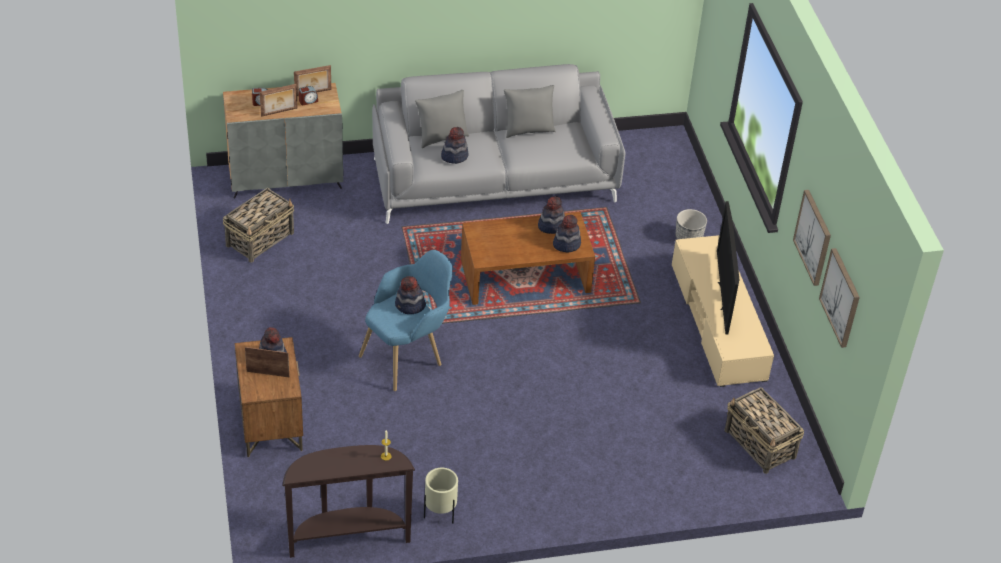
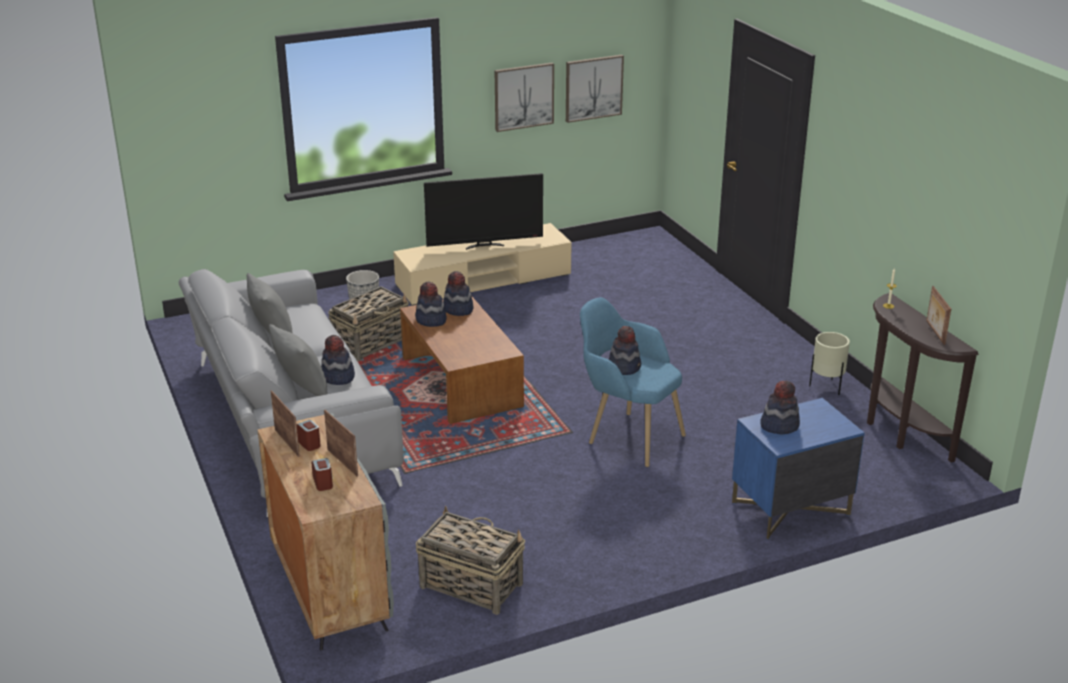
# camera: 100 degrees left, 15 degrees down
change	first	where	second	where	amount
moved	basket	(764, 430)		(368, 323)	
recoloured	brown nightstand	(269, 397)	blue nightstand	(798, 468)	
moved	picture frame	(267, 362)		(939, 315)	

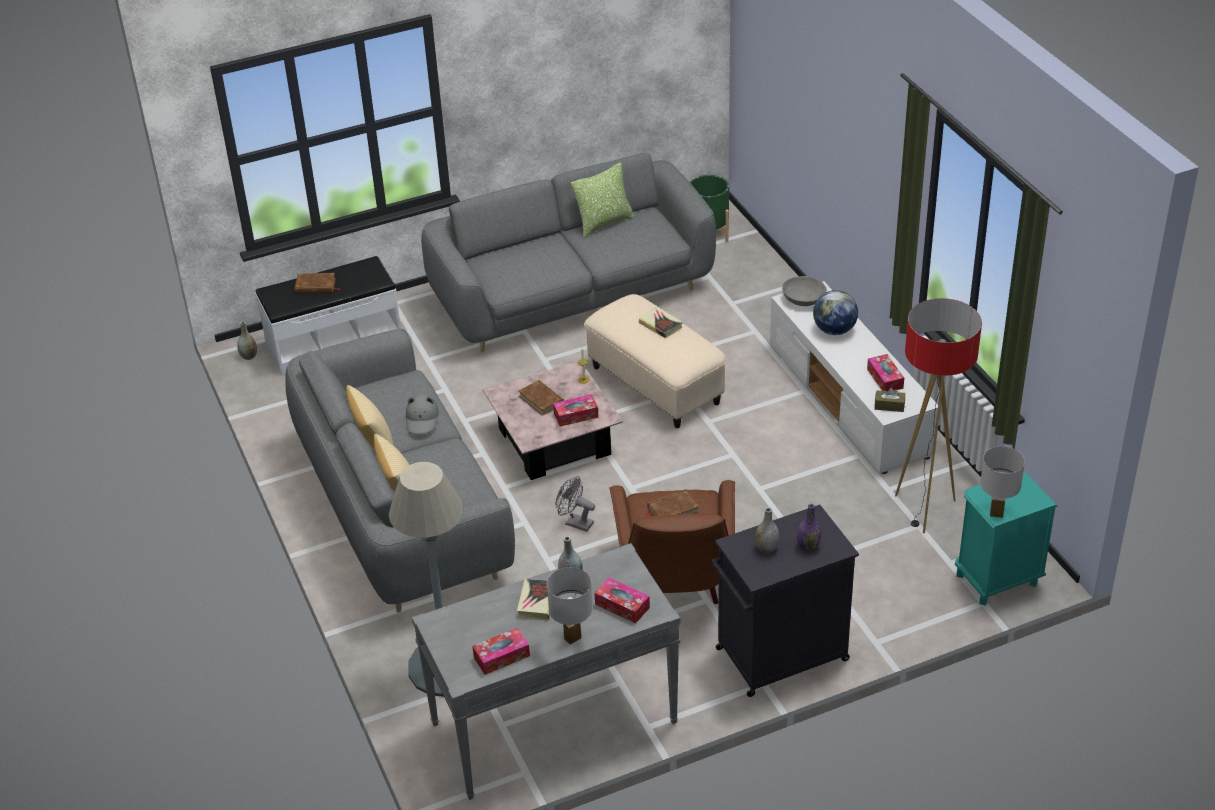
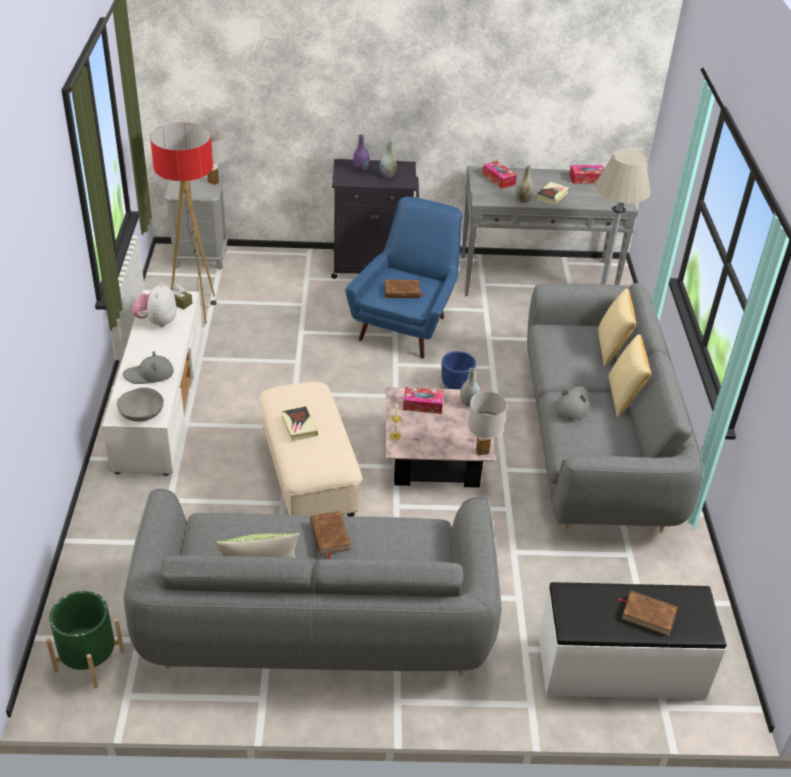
# camera: 160 degrees left, 0 degrees up
change	first	where	second	where	amount
replaced	globe	(835, 312)	grey hat	(148, 367)	
replaced	tissue box	(885, 372)	plush toy	(154, 305)	
recoloured	turquoise nightstand	(1006, 539)	grey nightstand	(196, 223)	
moved	brown book	(541, 398)		(330, 535)	
recoloured	brown armchair	(672, 542)	blue armchair	(403, 277)	
replaced	grey fan	(575, 504)	blue planter	(458, 370)	
moved	grey vase	(247, 340)		(470, 387)	
moved	white table lamp	(570, 606)		(487, 423)	

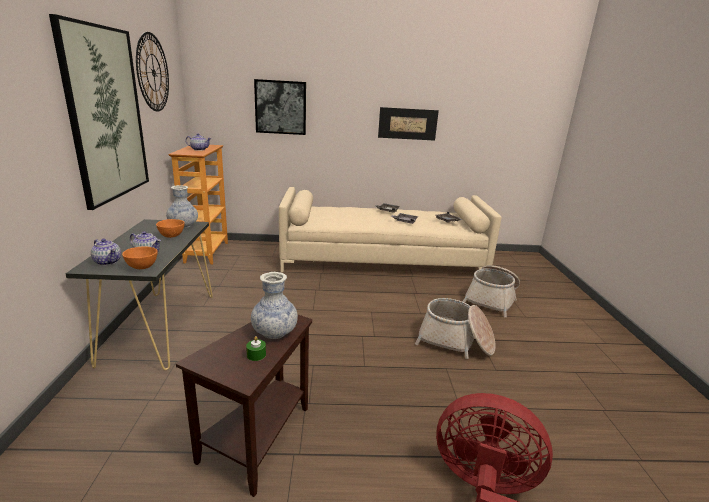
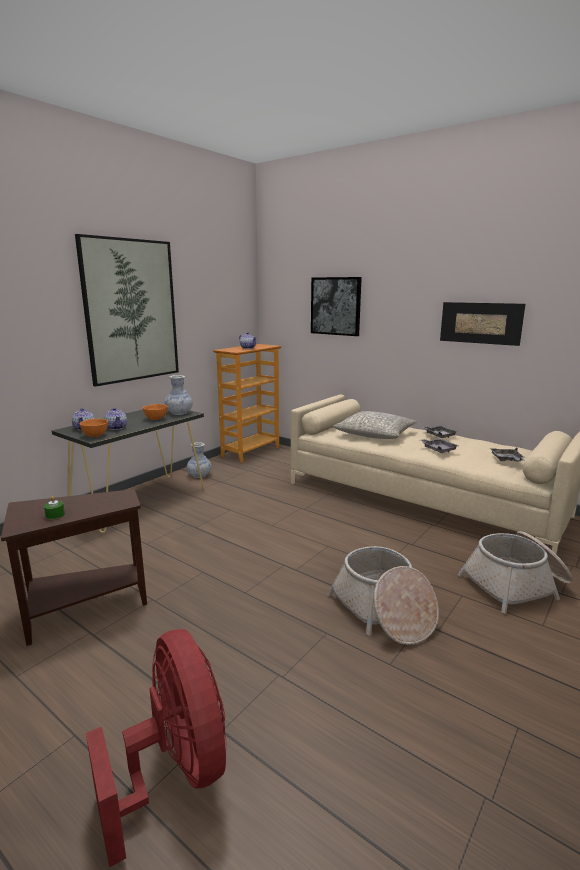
# camera: 40 degrees right, 5 degrees down
change	first	where	second	where	amount
moved	vase	(274, 305)		(199, 460)	
added			grey pillow	(375, 425)	
removed	wall clock	(152, 72)			

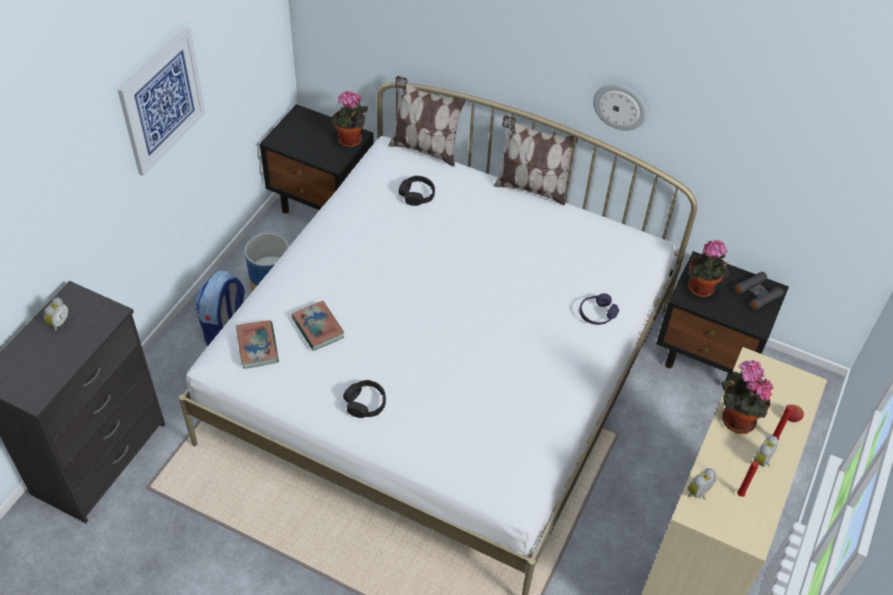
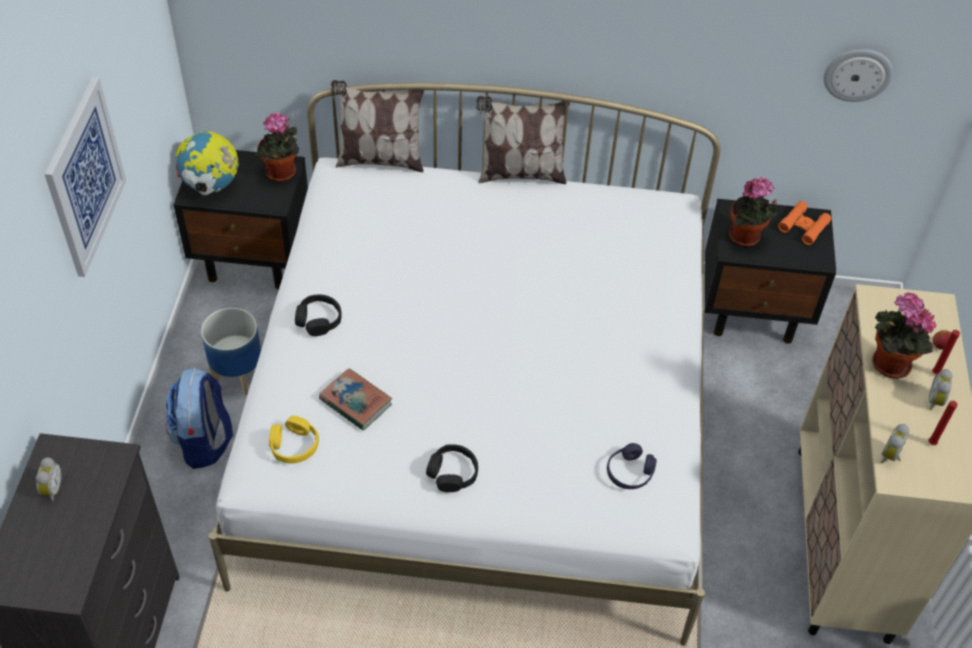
# camera: 20 degrees left, 0 degrees up
change	first	where	second	where	amount
added			globe	(207, 163)	
replaced	book	(257, 344)	yellow headphones	(294, 440)	
moved	black headphones	(416, 191)		(318, 315)	
moved	purple headphones	(599, 309)		(632, 466)	
recoloured	black binoculars	(759, 291)	orange binoculars	(804, 223)	
moved	wall clock	(620, 107)		(858, 75)	

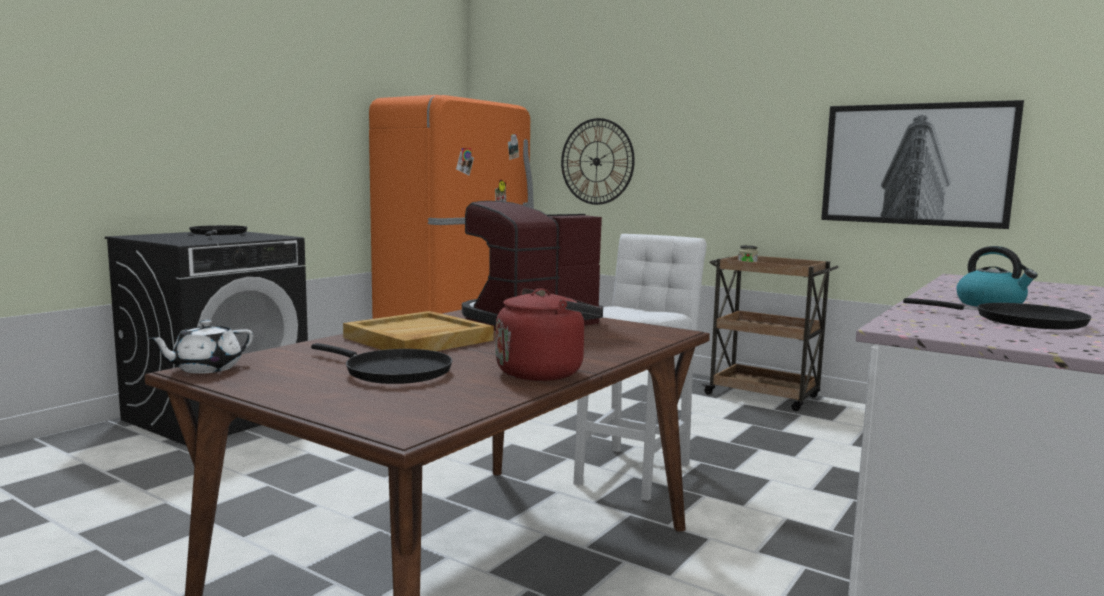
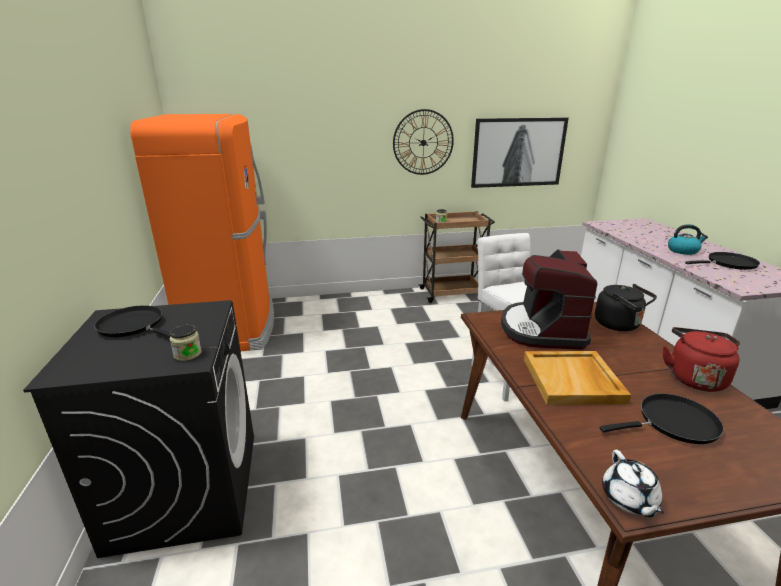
# camera: 45 degrees left, 15 degrees up
change	first	where	second	where	amount
added			jar	(185, 343)	
moved	wall clock	(598, 161)		(423, 142)	
added			black kettle	(626, 307)	

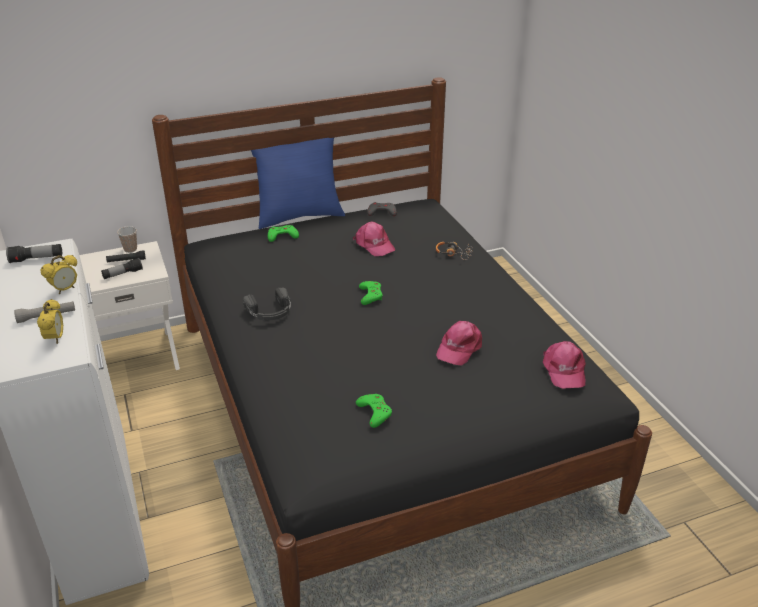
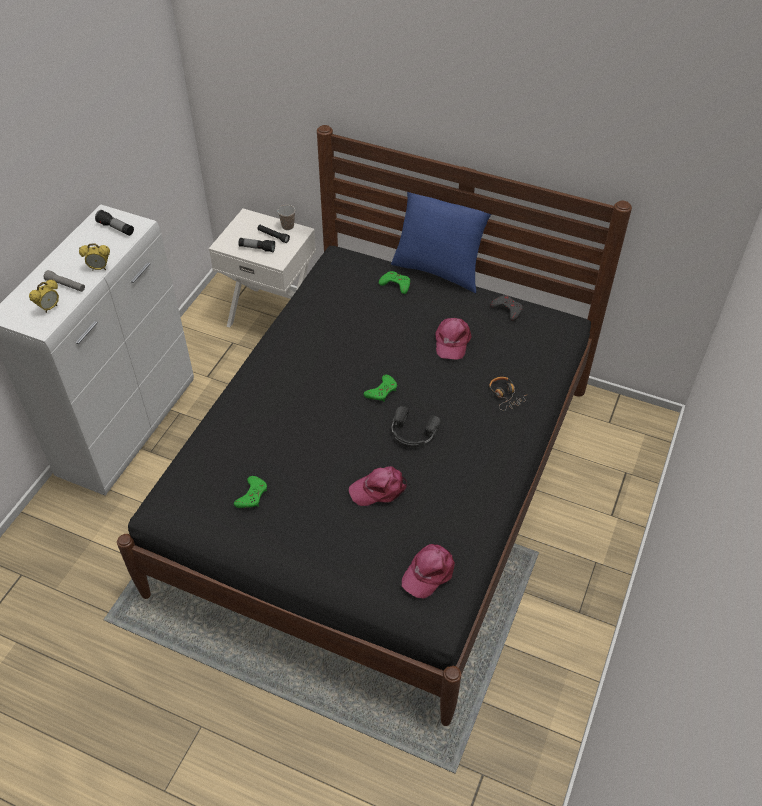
# camera: 45 degrees right, 15 degrees up
change	first	where	second	where	amount
moved	black headphones	(267, 304)		(416, 427)	

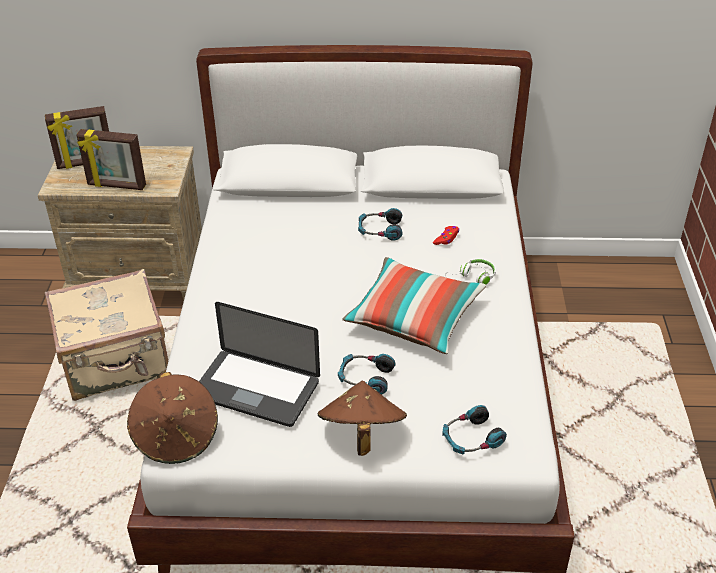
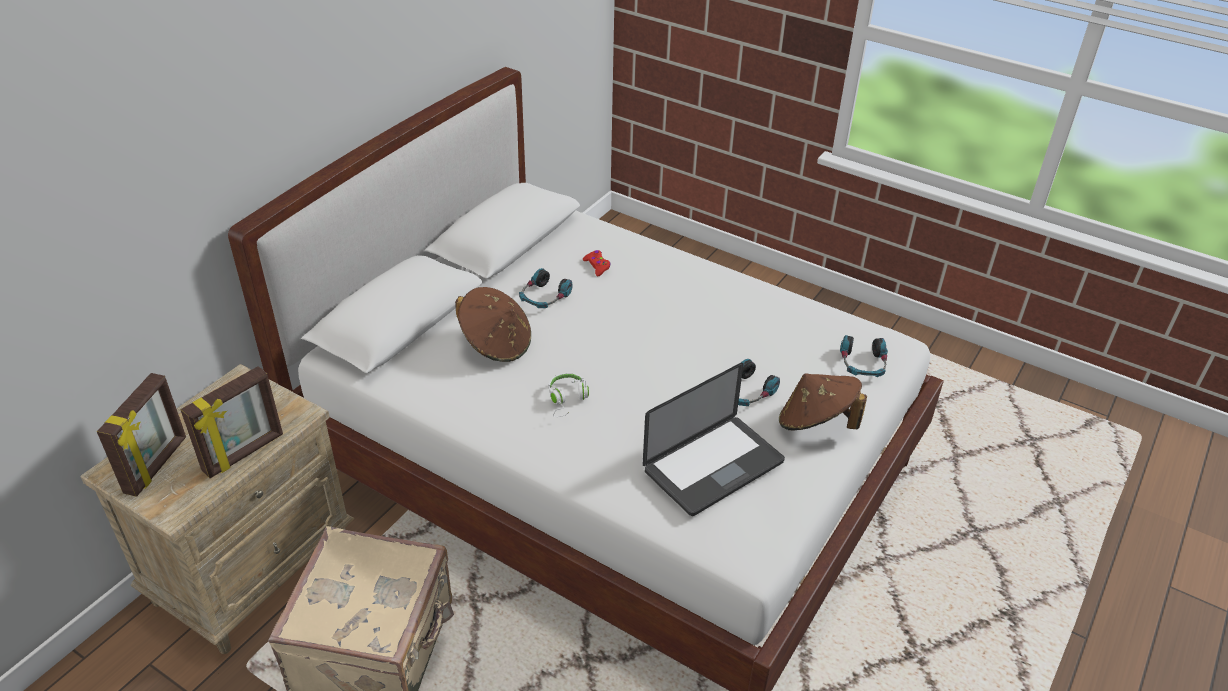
# camera: 60 degrees left, 0 degrees up
change	first	where	second	where	amount
moved	brown hat	(172, 418)		(493, 324)	
moved	white headphones	(470, 271)		(568, 395)	
removed	pillow	(414, 305)			

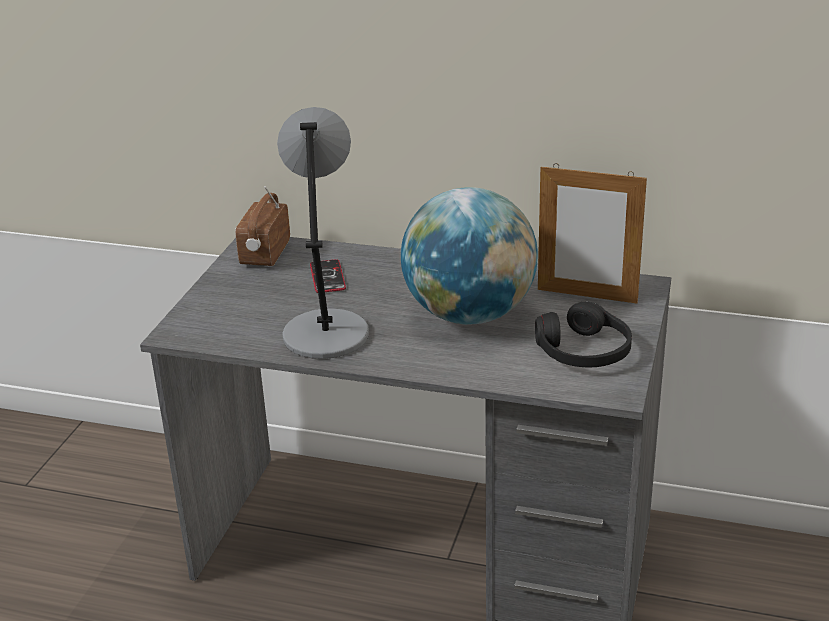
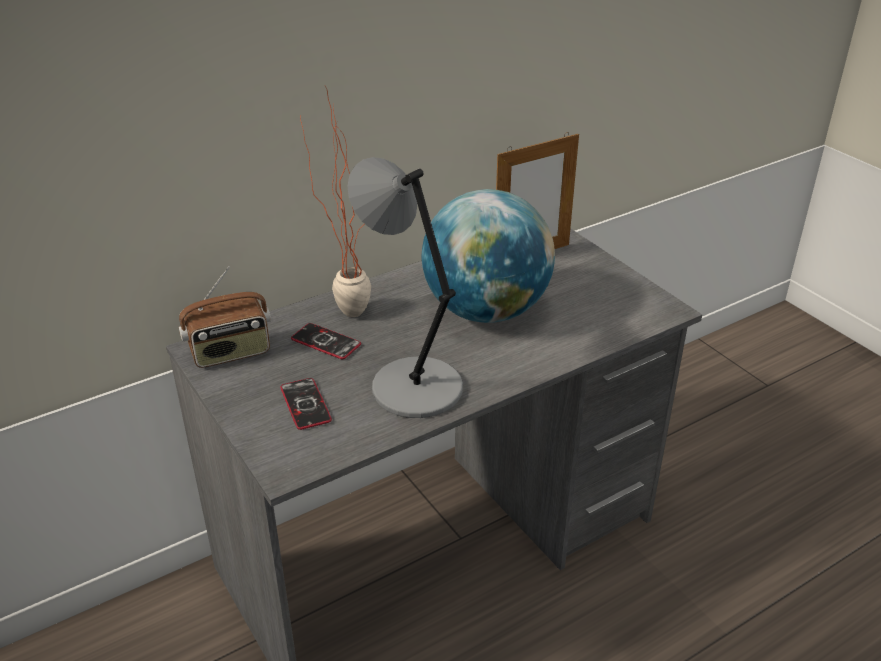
# camera: 50 degrees left, 5 degrees up
change	first	where	second	where	amount
turned	radio	(262, 226)		(225, 317)	75 degrees counterclockwise
added			phone	(306, 404)	
added			potted plant	(335, 201)	
removed	black headphones	(583, 334)			

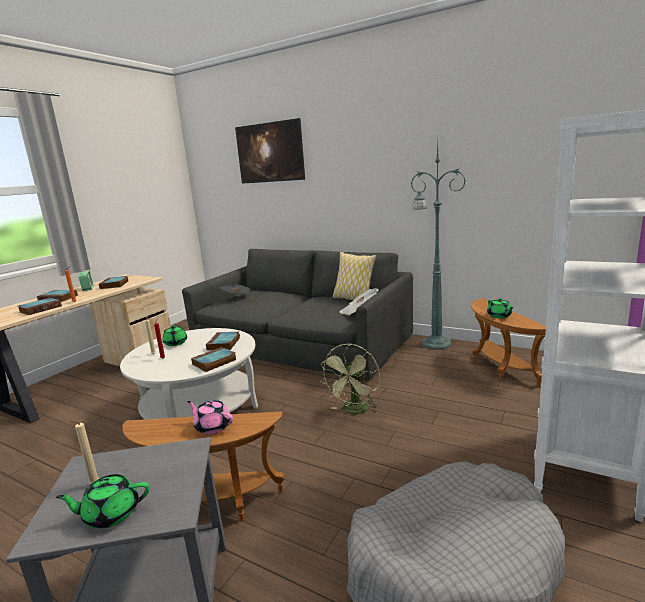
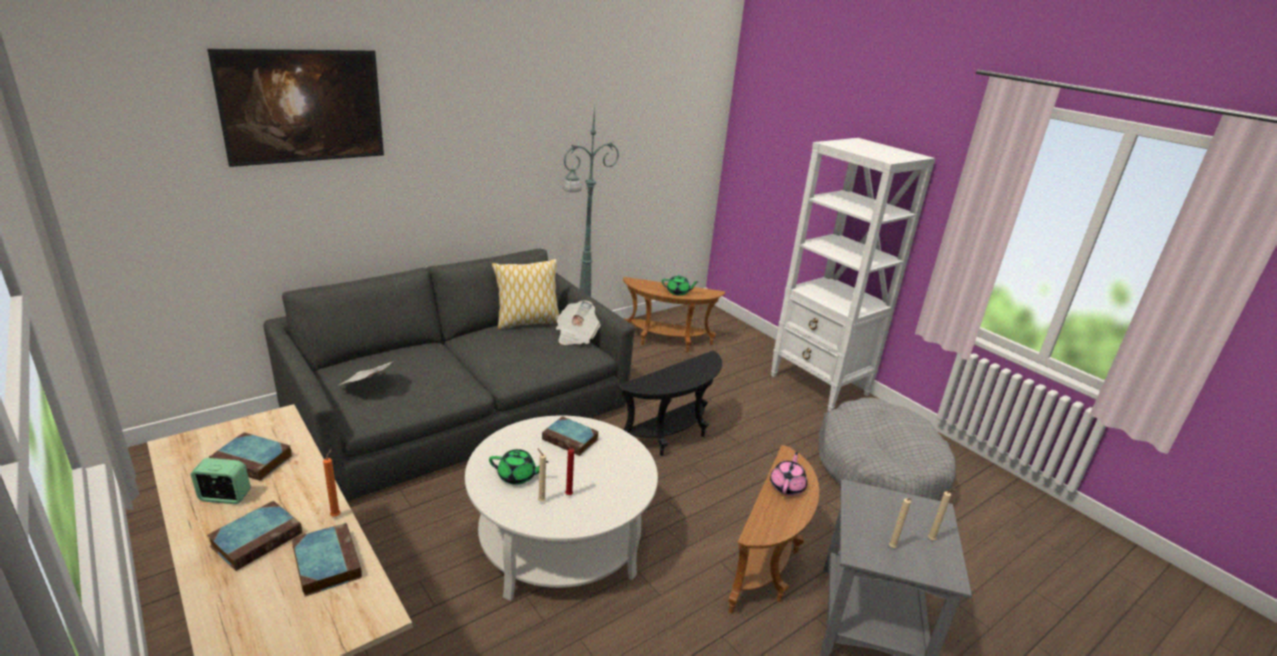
# camera: 70 degrees left, 10 degrees up
change	first	where	second	where	amount
replaced	green fan	(350, 379)	black side table	(669, 403)	
turned	pink teapot	(210, 417)		(788, 473)	150 degrees clockwise
replaced	green teapot	(103, 501)	beige candle	(942, 514)	
removed	book	(214, 359)			

